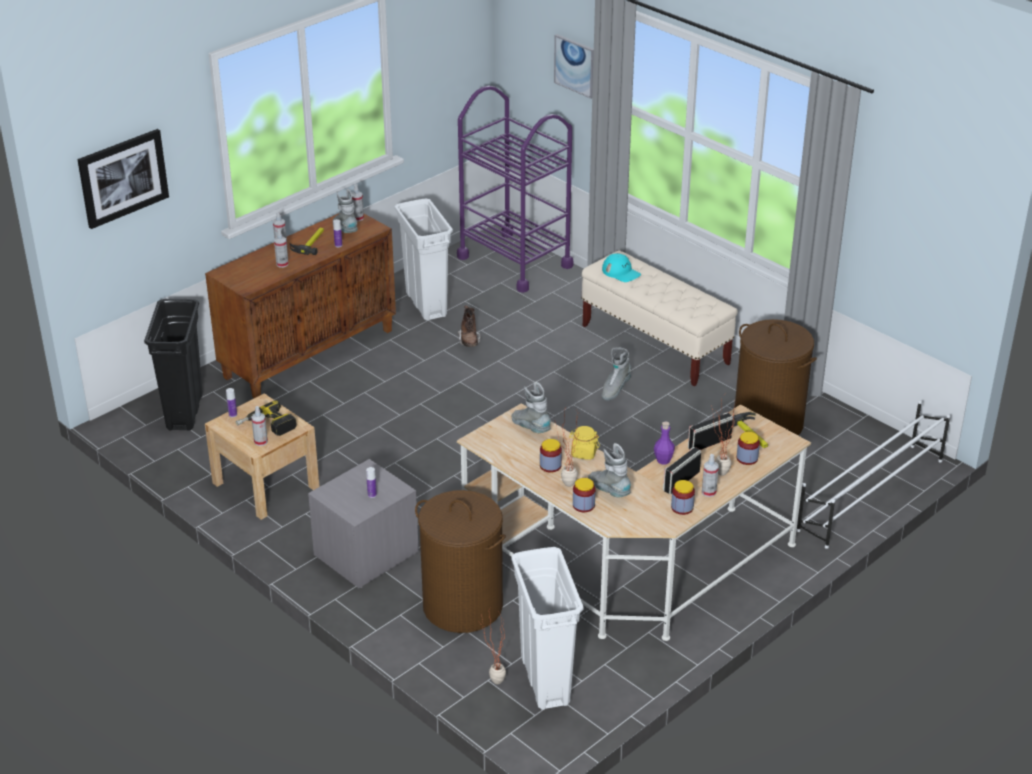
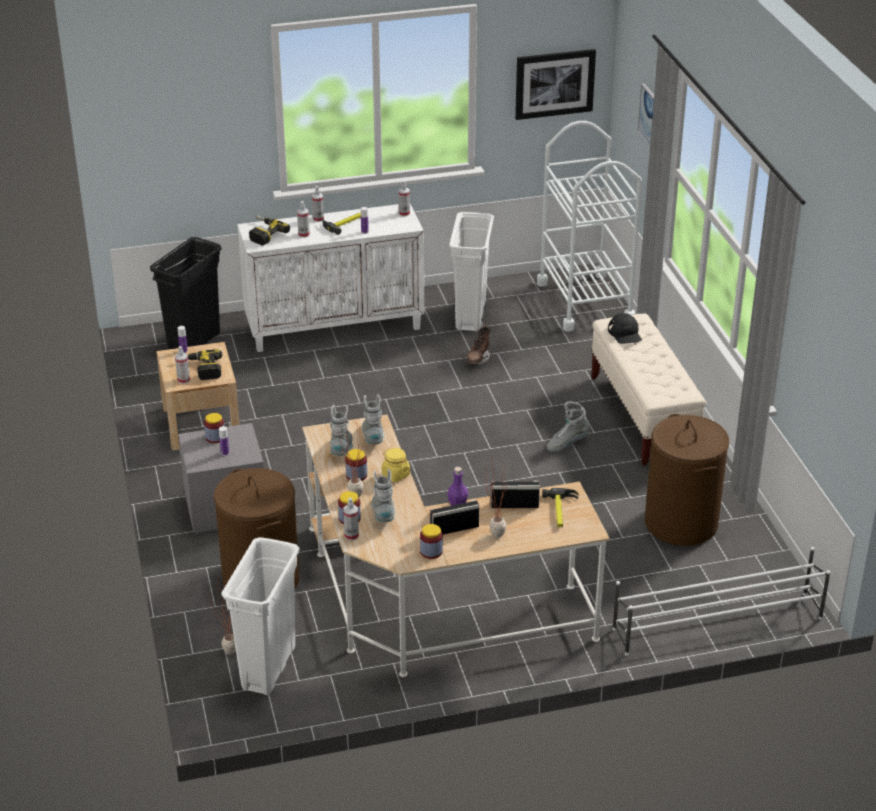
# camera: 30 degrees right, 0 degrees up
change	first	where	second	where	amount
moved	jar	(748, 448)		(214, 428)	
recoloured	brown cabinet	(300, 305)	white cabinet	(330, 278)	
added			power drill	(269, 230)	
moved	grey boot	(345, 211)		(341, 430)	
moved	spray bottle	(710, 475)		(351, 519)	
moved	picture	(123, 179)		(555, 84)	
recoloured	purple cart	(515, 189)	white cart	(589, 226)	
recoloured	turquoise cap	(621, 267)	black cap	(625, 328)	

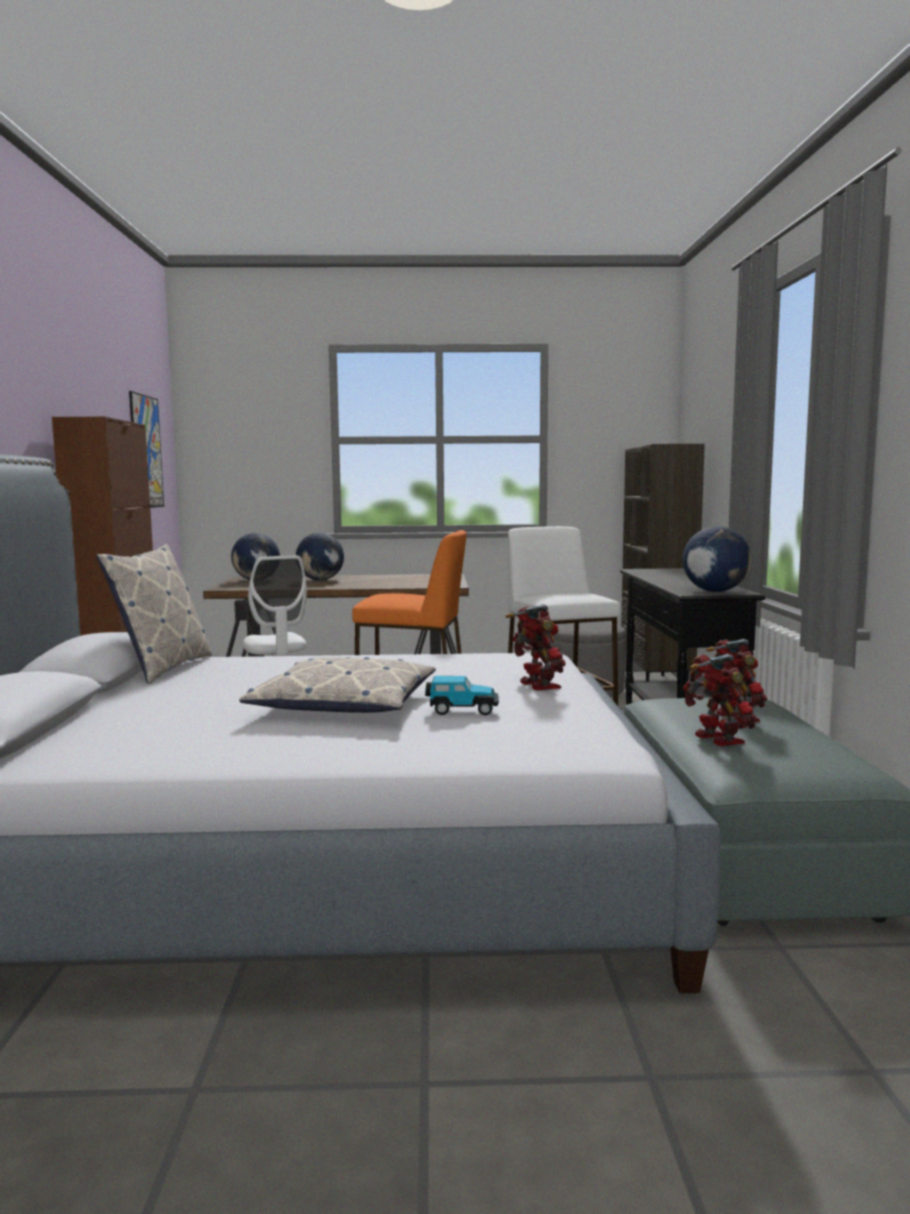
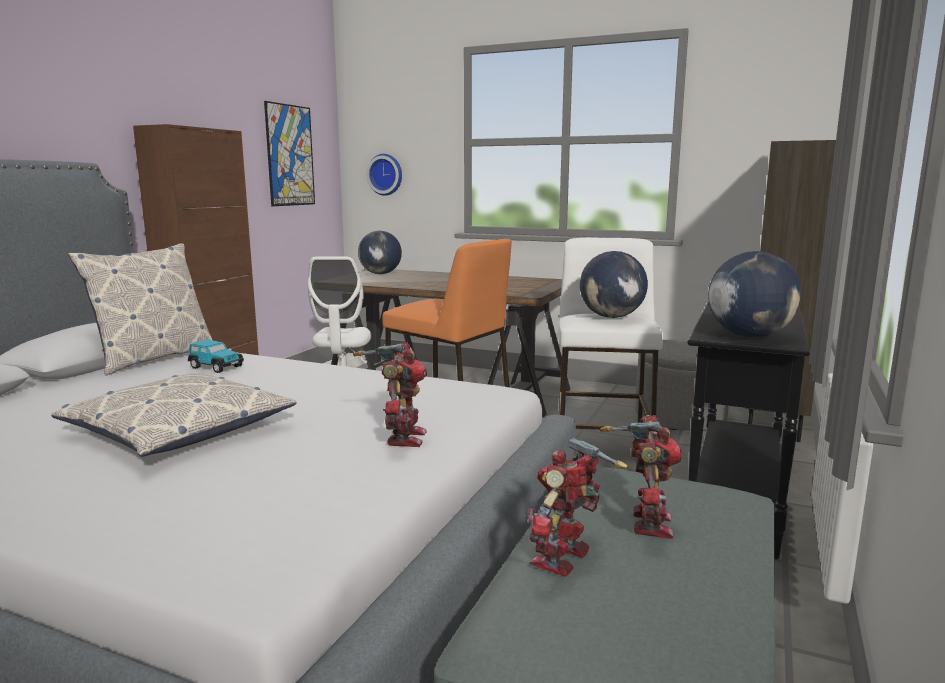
# camera: 25 degrees right, 5 degrees up
change	first	where	second	where	amount
moved	toy car	(462, 695)		(216, 356)	
added			wall clock	(384, 175)	
turned	toy robot	(720, 700)		(577, 507)	150 degrees counterclockwise
moved	globe	(320, 556)		(614, 284)	

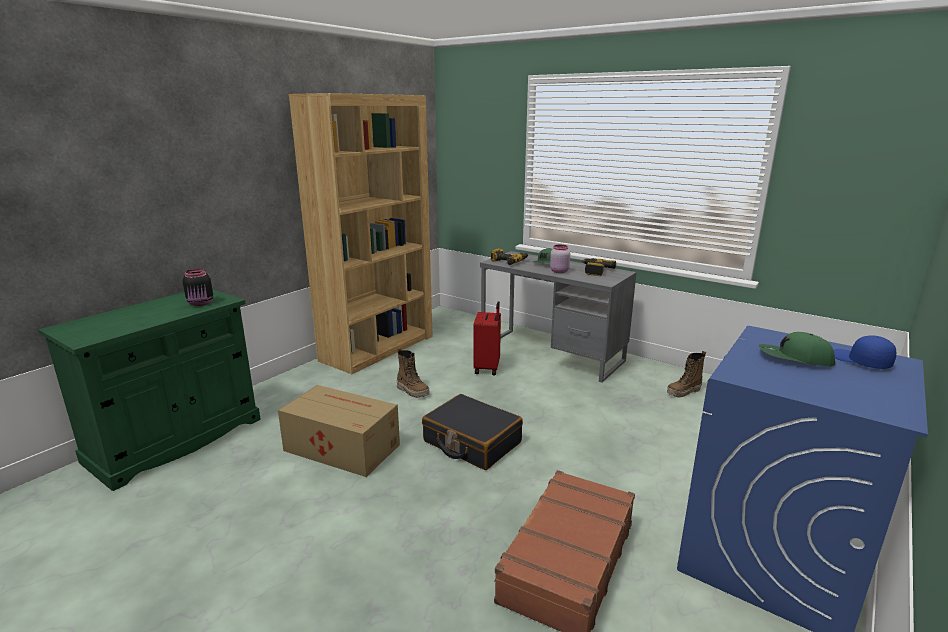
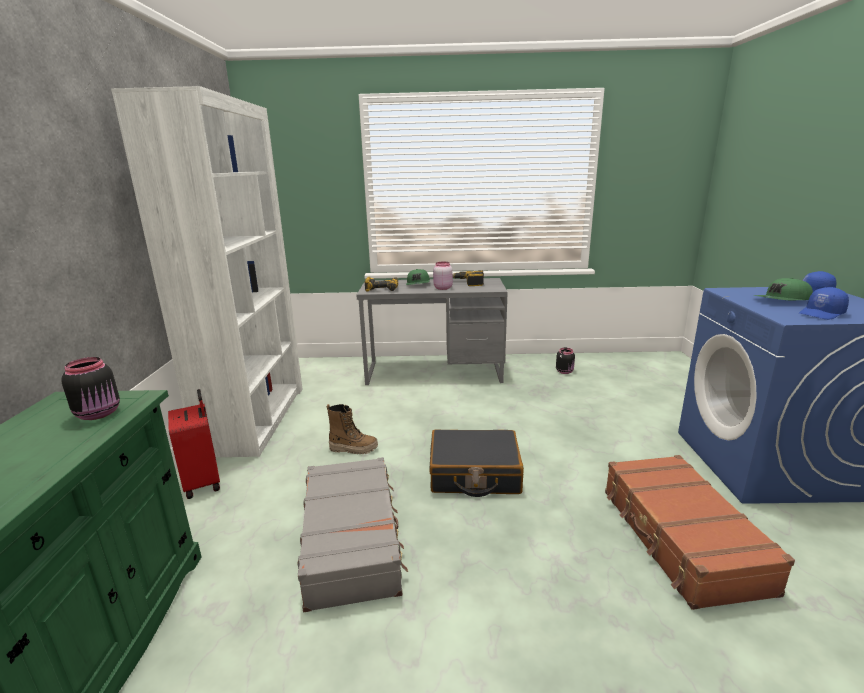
# camera: 35 degrees left, 0 degrees up
change	first	where	second	where	amount
recoloured	brown bookcase	(361, 233)	white bookcase	(207, 271)	
moved	red suitcase	(487, 338)		(194, 444)	
replaced	cardboard box	(339, 431)	grey suitcase	(353, 534)	
replaced	boot	(686, 374)	black jar	(565, 361)	
added			blue cap	(824, 303)	

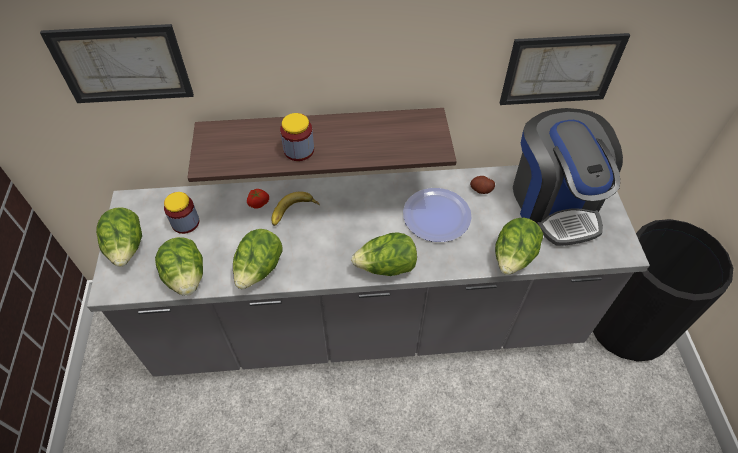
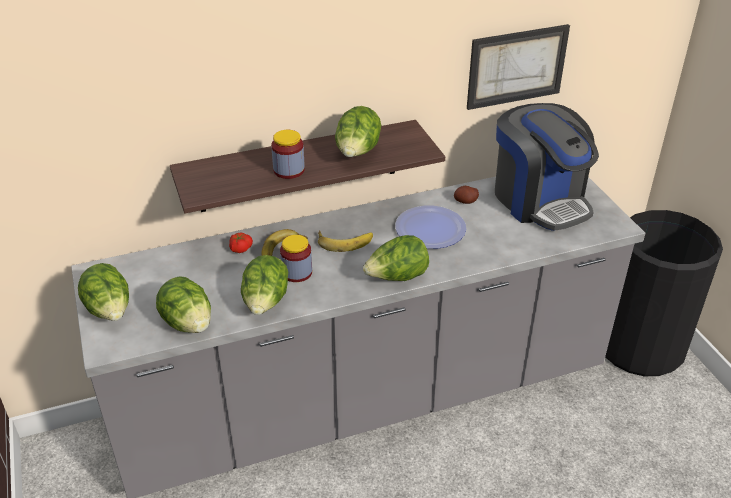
# camera: 15 degrees left, 15 degrees down
change	first	where	second	where	amount
moved	jar	(182, 213)		(296, 258)	
added			banana	(345, 241)	
moved	lettuce	(519, 246)		(358, 131)	
removed	picture	(117, 63)			

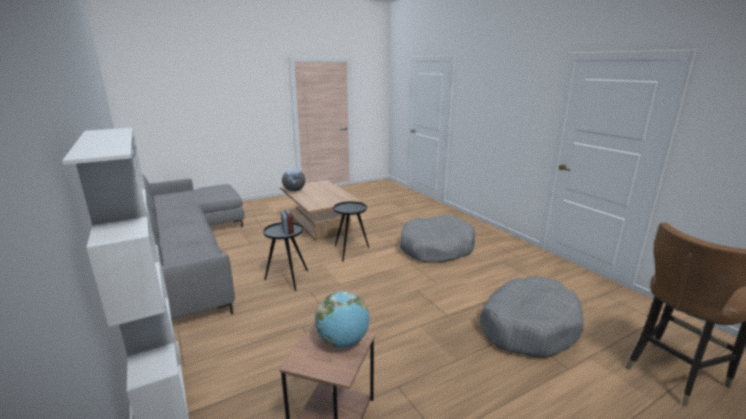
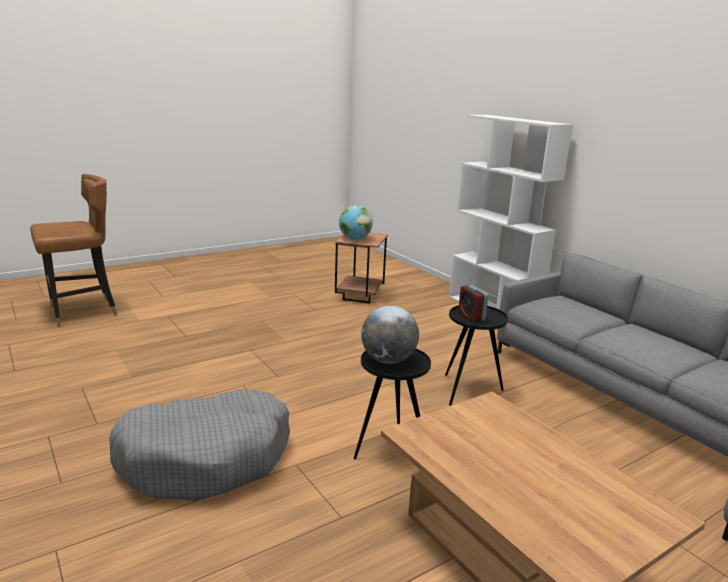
# camera: 175 degrees right, 0 degrees up
change	first	where	second	where	amount
moved	globe	(293, 180)		(390, 335)	
removed	grey dog bed	(531, 316)			

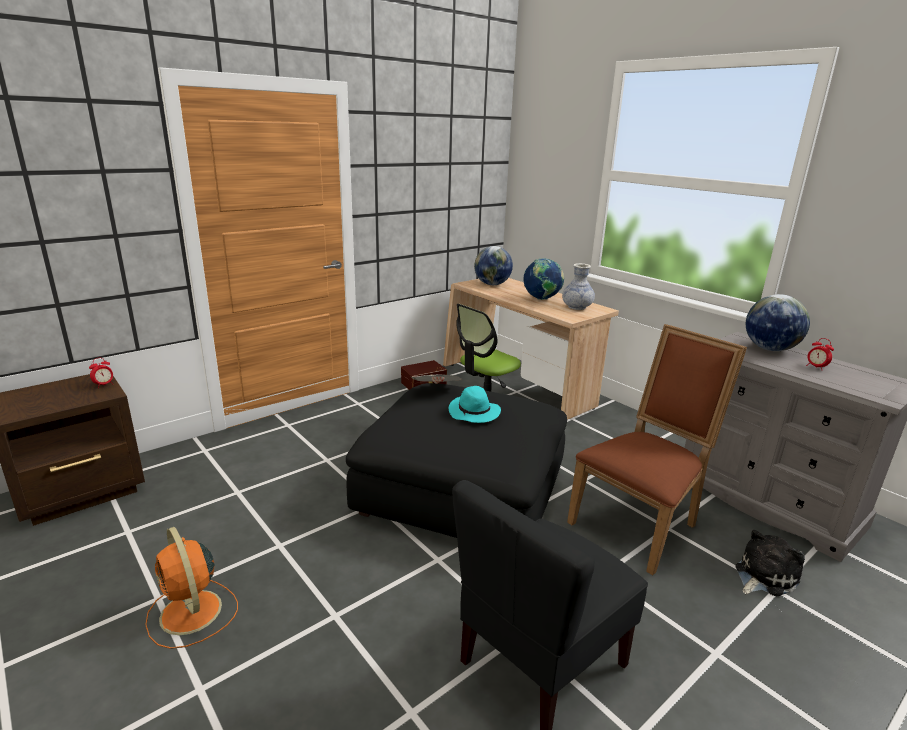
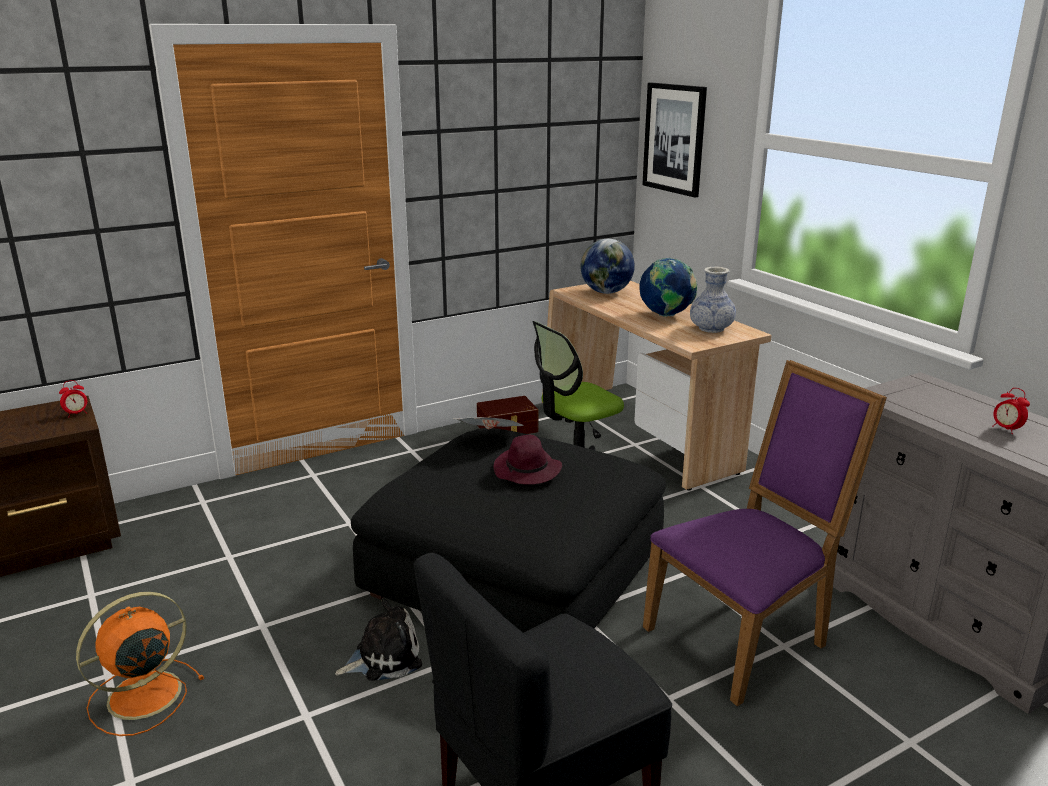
# camera: 10 degrees right, 0 degrees up
change	first	where	second	where	amount
turned	orange fan	(191, 588)		(140, 664)	75 degrees clockwise
moved	plush toy	(770, 563)		(378, 639)	
recoloured	turquoise hat	(475, 404)	purple hat	(527, 460)	
added			picture	(674, 140)	
recoloured	brown chair	(657, 449)	purple chair	(765, 533)	
removed	globe	(778, 322)			

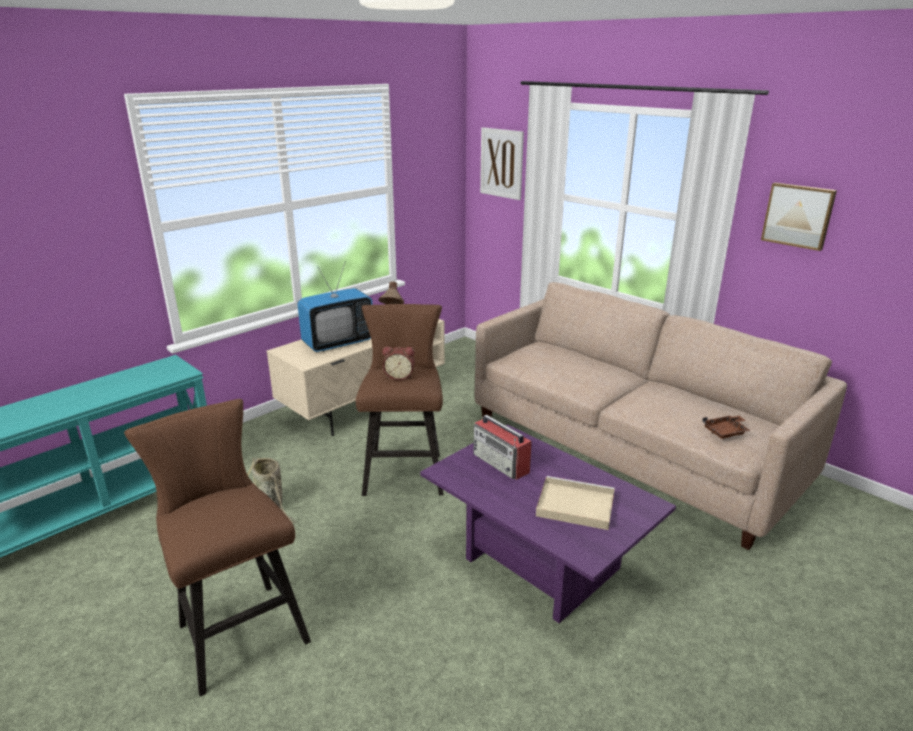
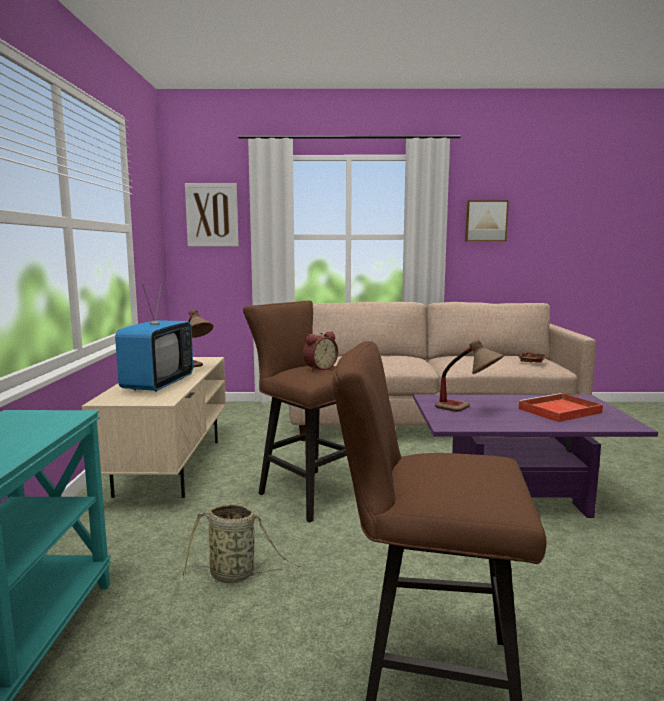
# camera: 45 degrees left, 15 degrees down
change	first	where	second	where	amount
replaced	radio	(502, 447)	table lamp	(469, 376)	
recoloured	beige tray	(575, 503)	red tray	(560, 407)	

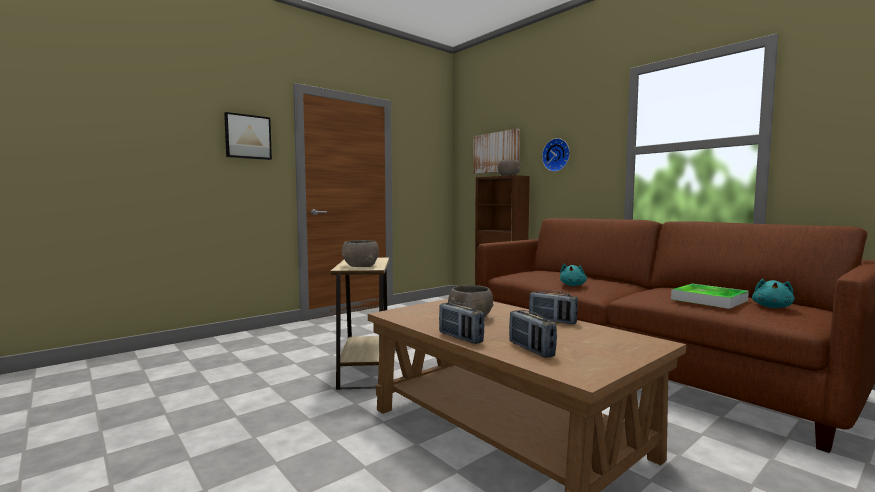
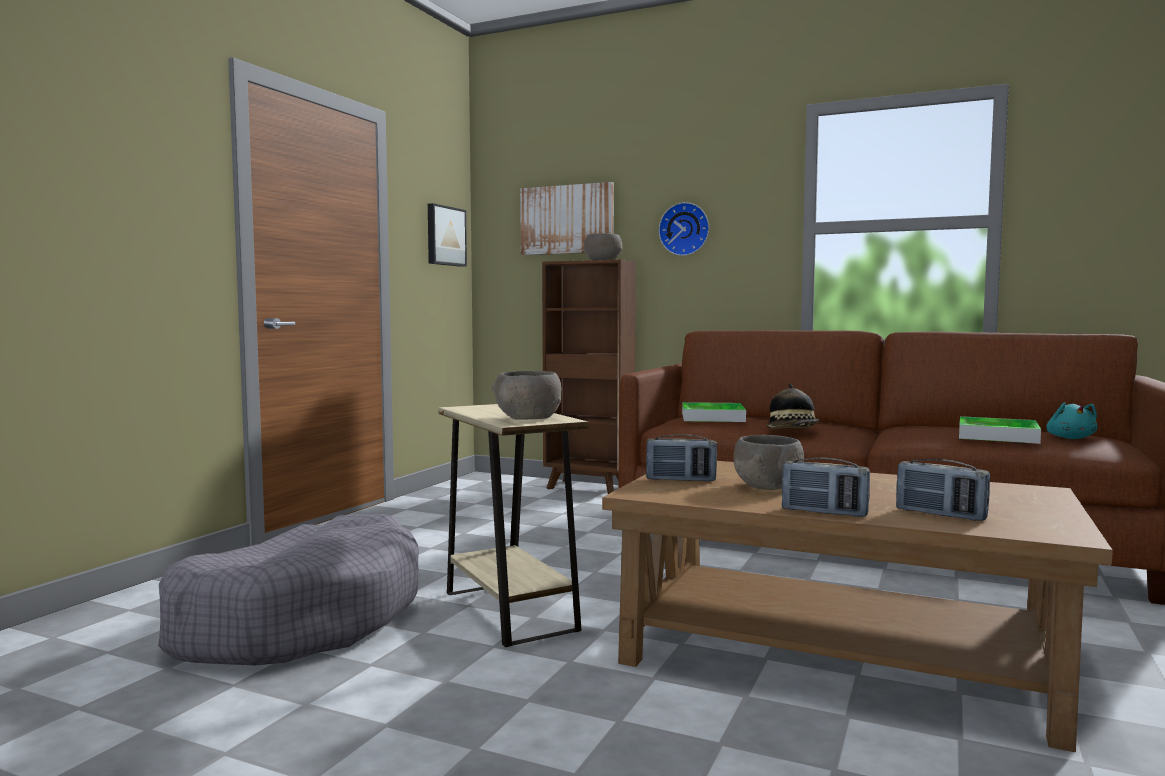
# camera: 25 degrees left, 0 degrees up
change	first	where	second	where	amount
added			grey dog bed	(288, 590)	
moved	picture	(248, 136)		(447, 235)	
moved	radio	(553, 307)		(681, 458)	
added			tray	(714, 412)	
replaced	turquoise plush toy	(573, 275)	hat	(793, 406)	

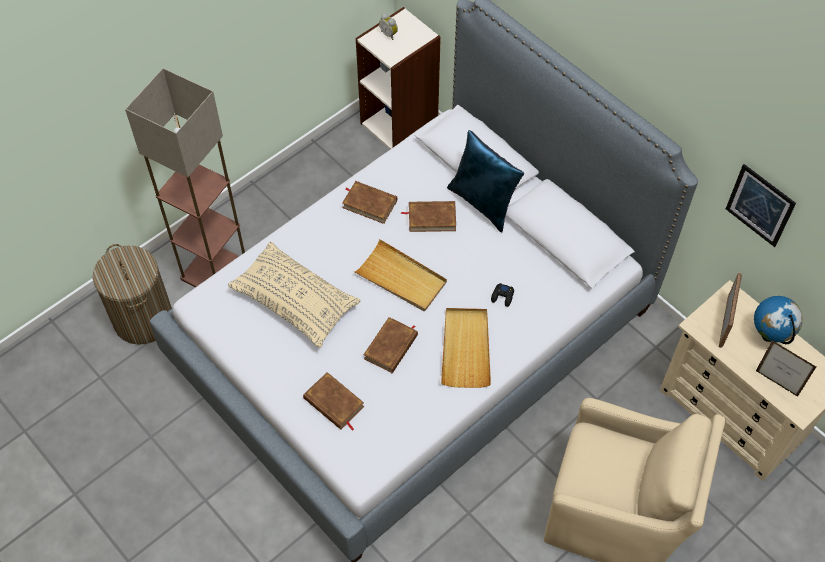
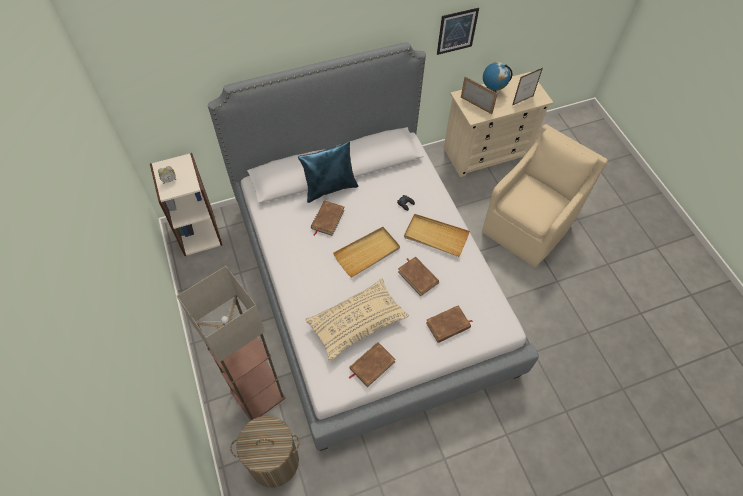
# camera: 70 degrees left, 0 degrees up
change	first	where	second	where	amount
moved	brown book	(369, 202)		(372, 364)	

